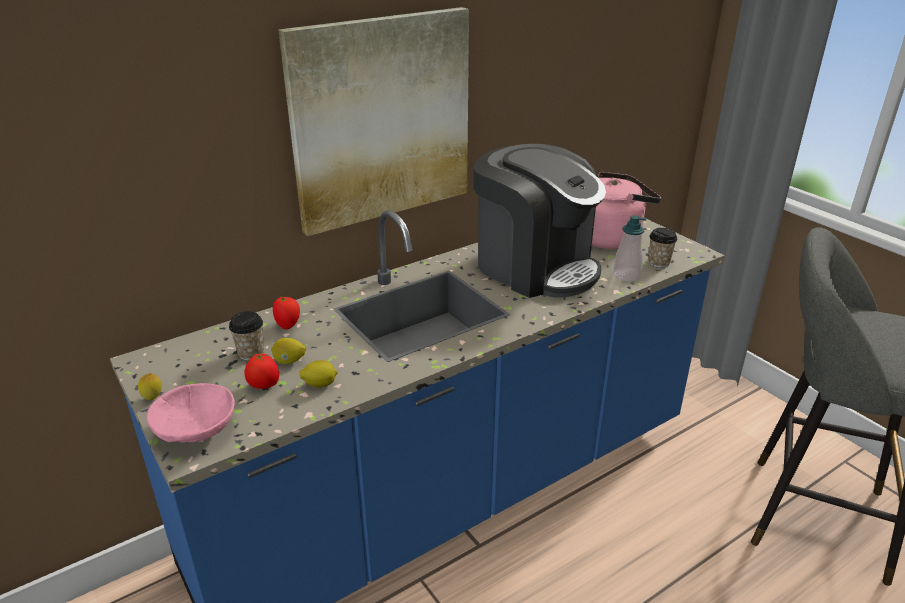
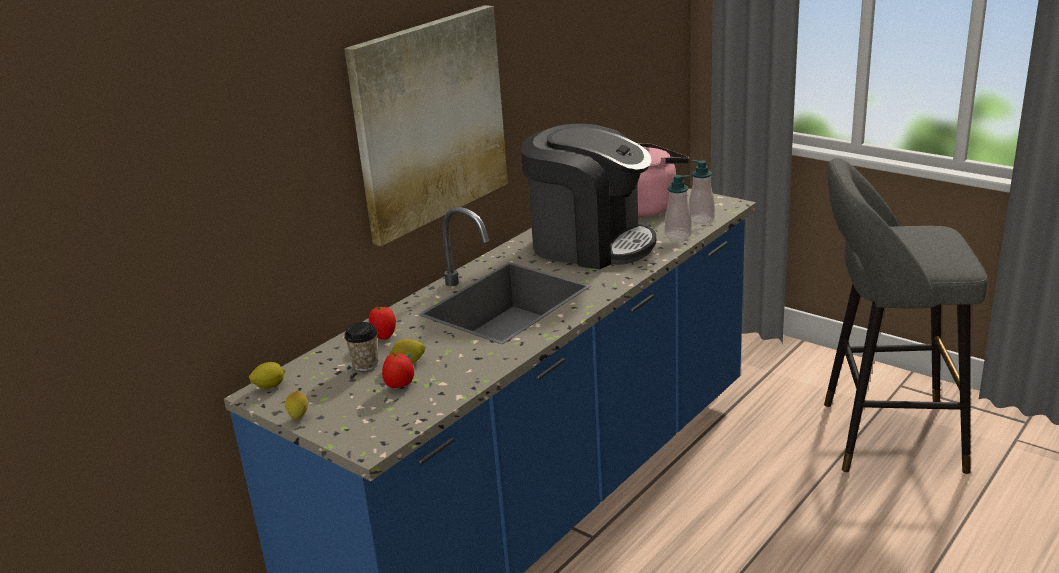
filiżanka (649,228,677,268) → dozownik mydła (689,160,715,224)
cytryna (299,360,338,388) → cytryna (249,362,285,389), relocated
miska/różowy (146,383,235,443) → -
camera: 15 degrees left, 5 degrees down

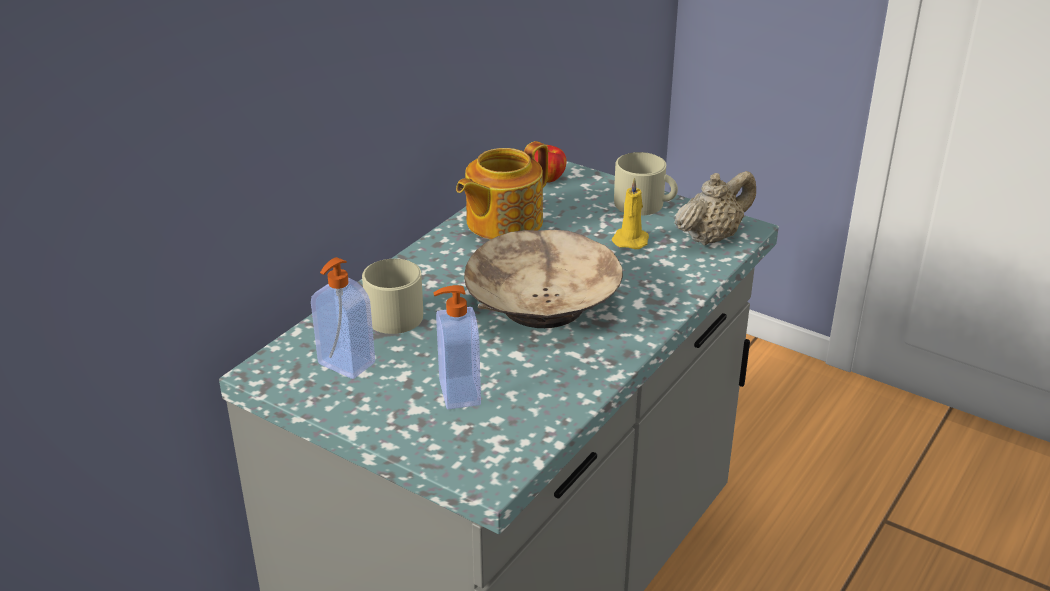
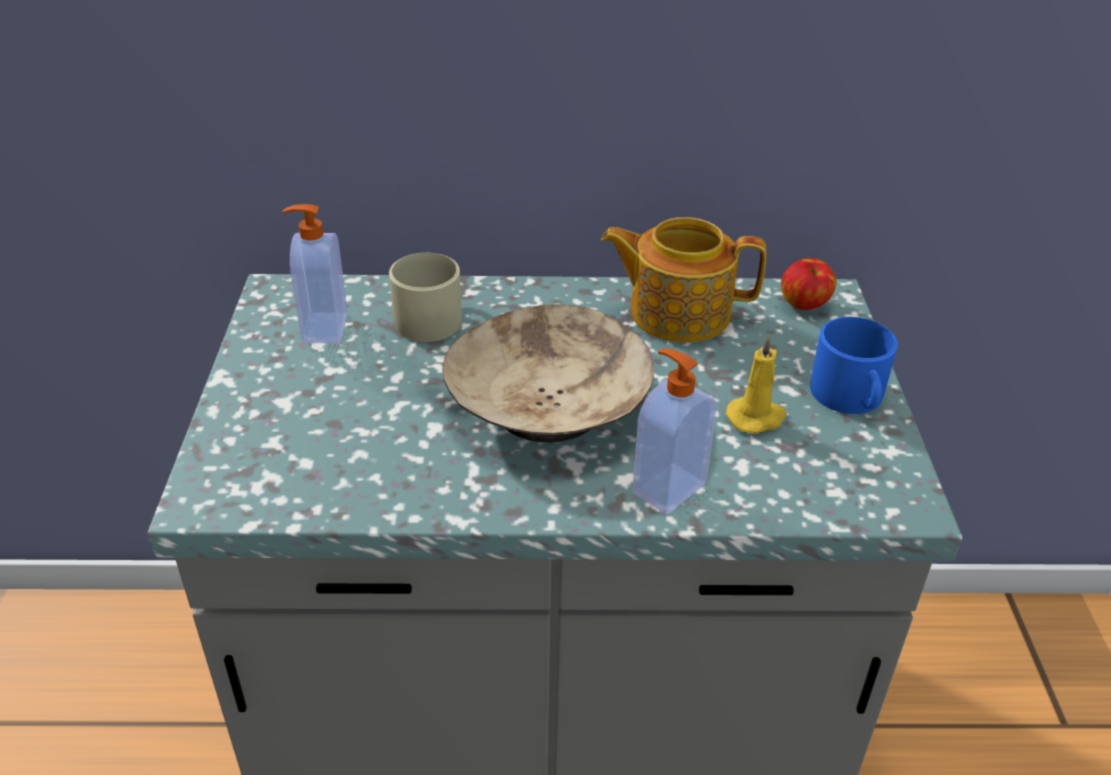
kubek/beżowy (614,152,678,216) → kubek/niebieski (810,317,898,414)
imbryk/beżowy (675,171,756,245) → -
dozownik mydła (434,285,481,409) → dozownik mydła (632,349,717,515), relocated
camera: 55 degrees right, 5 degrees up

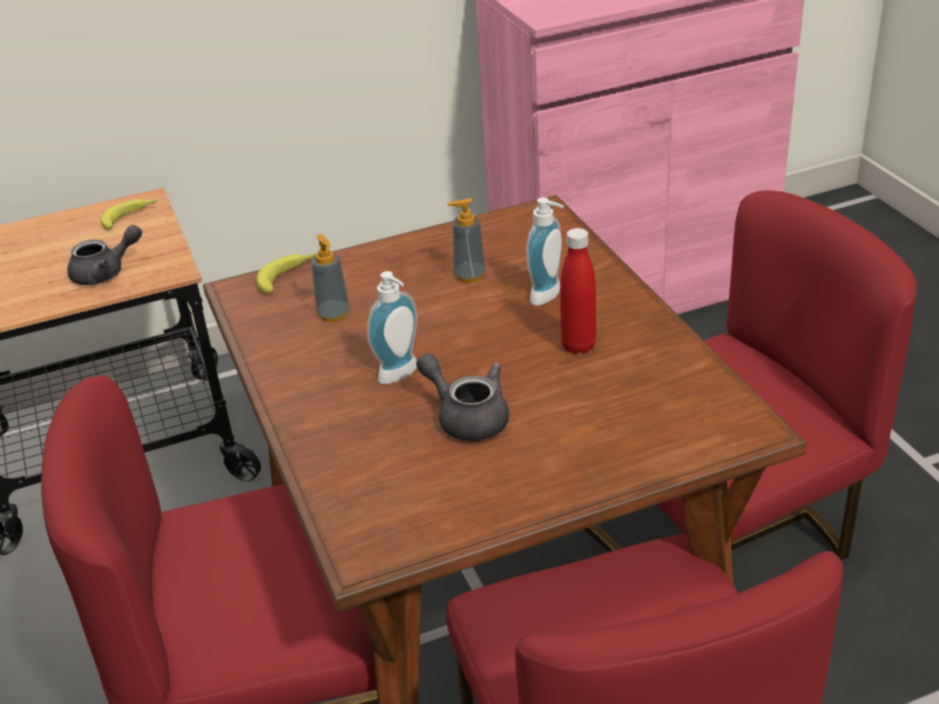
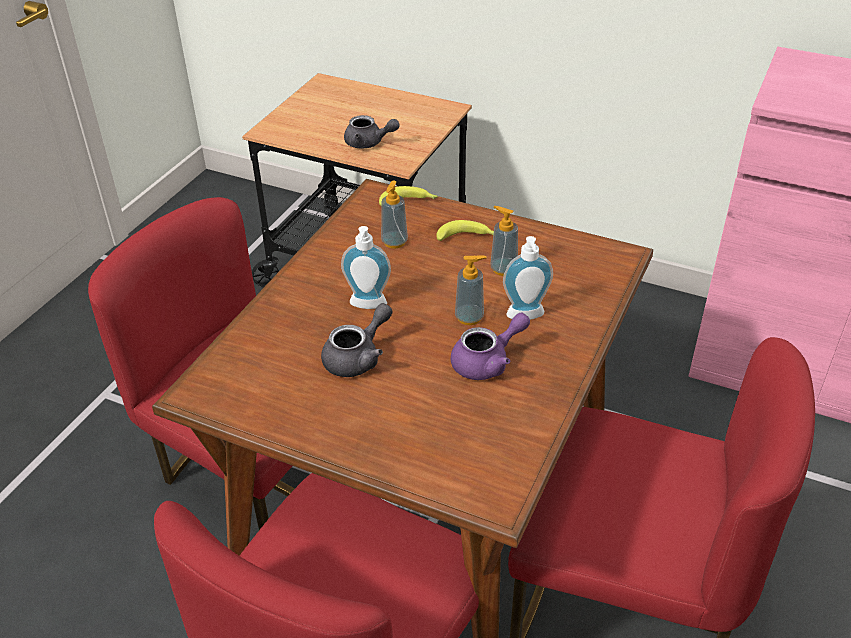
banan (101,199,157,230) → banan (436,220,494,241), relocated
butelka/czerwony (560,228,596,354) → imbryk/fioletowy (451,313,530,380)
imbryk/szary (416,353,509,441) → imbryk/szary (321,303,392,377), 45 degrees clockwise
- → dozownik mydła (455,255,487,325)
camera: 45 degrees right, 5 degrees up

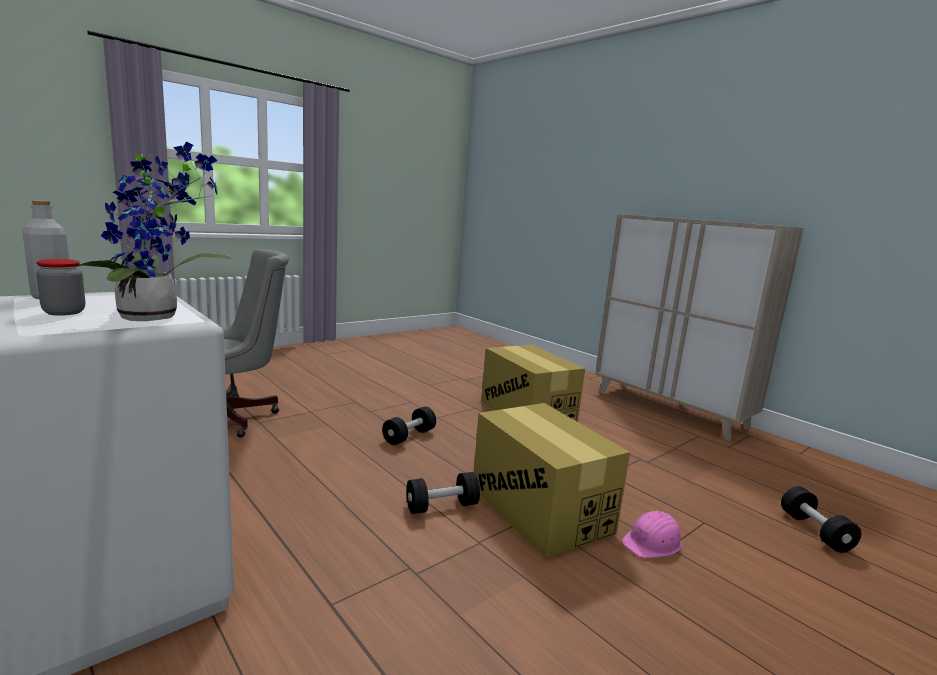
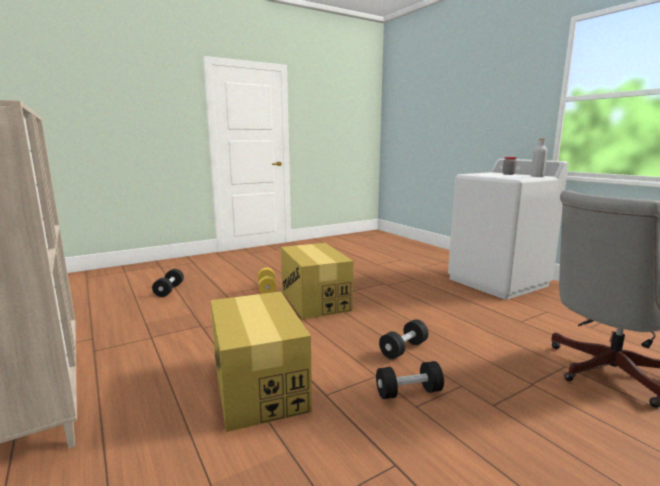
roślina doniczkowa (76,142,232,321) → -
hantel/czarny (406,472,480,514) → hantel/czarny (376,361,444,399), relocated
kask/różowy (622,511,682,558) → hantel/żółty (258,268,277,294)
camera: 170 degrees left, 0 degrees up

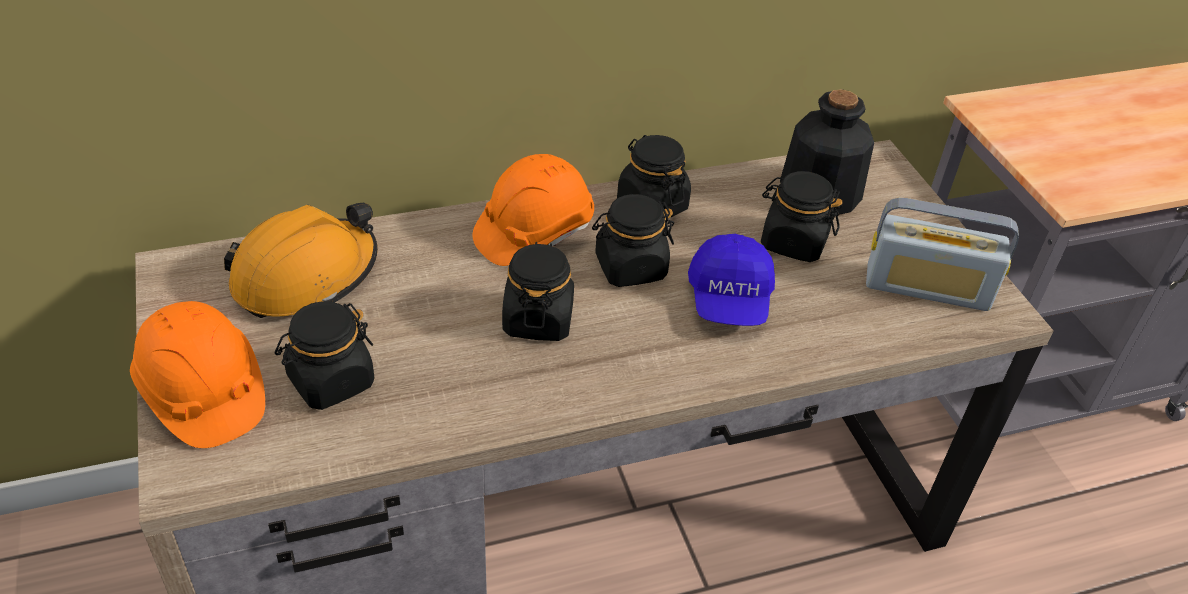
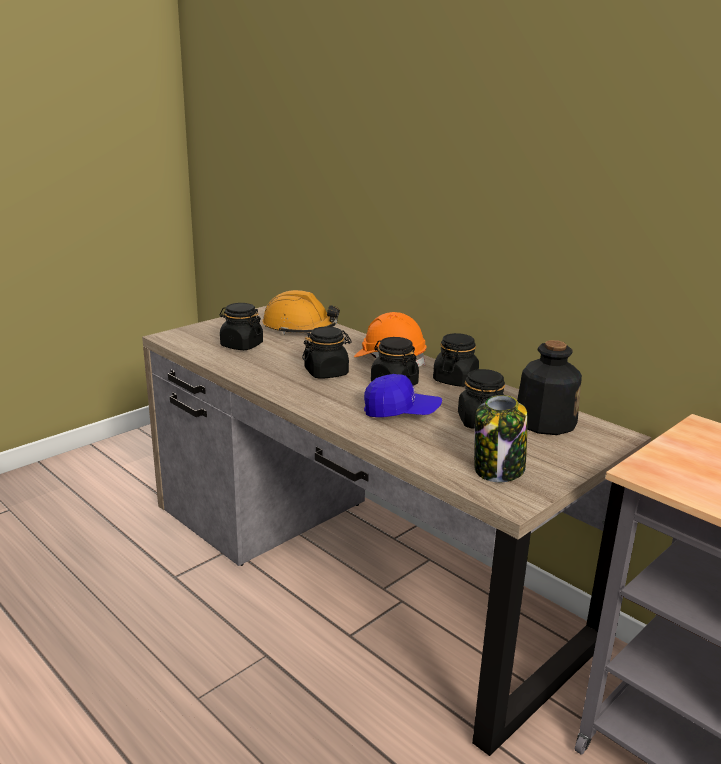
radio (866,198,1019,311) → słoik (474,395,528,482)
czapka z daszkiem/niebieski (688,234,775,326) → czapka z daszkiem/niebieski (364,374,442,417), 150 degrees counterclockwise
kask/pomarańczowy (130,301,265,448) → -
camera: 65 degrees right, 20 degrees down

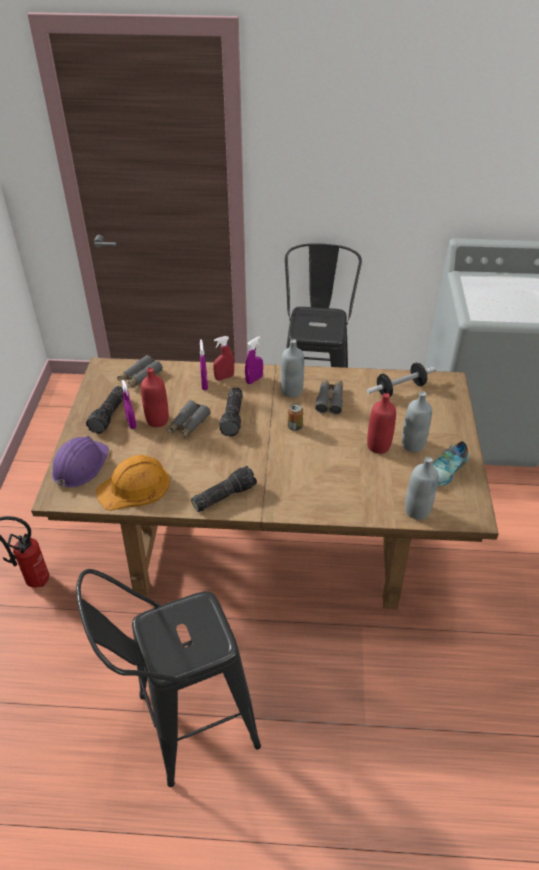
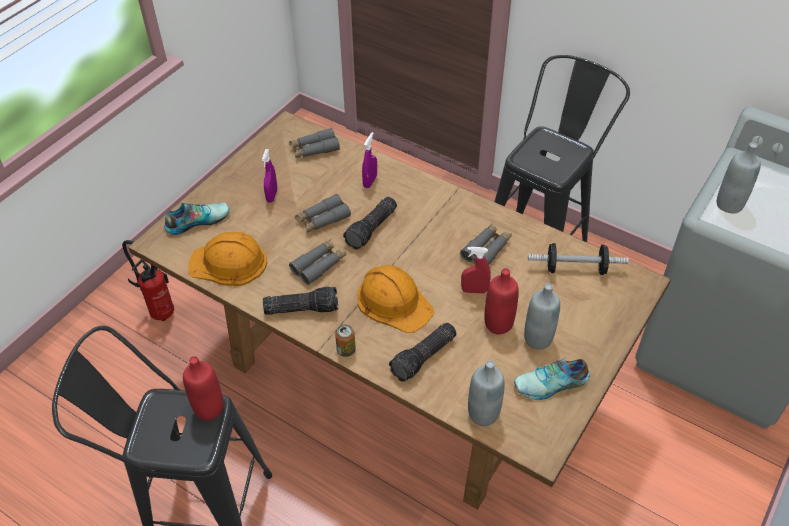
spryskiwacz/czerwony (213,336,234,380) → spryskiwacz/czerwony (461,247,491,293), relocated
spryskiwacz/fioletowy (245,336,263,384) → -
butelka/szary (281,339,304,398) → butelka/szary (717,142,761,213), relocated
butelka/czerwony (141,368,169,427) → butelka/czerwony (183,356,224,421), relocated
latarka (86,386,123,434) → latarka (389,322,457,382), relocated
puszka (288,403,303,431) → puszka (335,324,356,357), relocated
kask/fioletowy (52,436,109,489) → but (164,202,230,235)
- → lornetka/szary (289,239,346,285)
- → kask/pomarańczowy (357,265,434,333)
camera: 30 degrees right, 5 degrees up

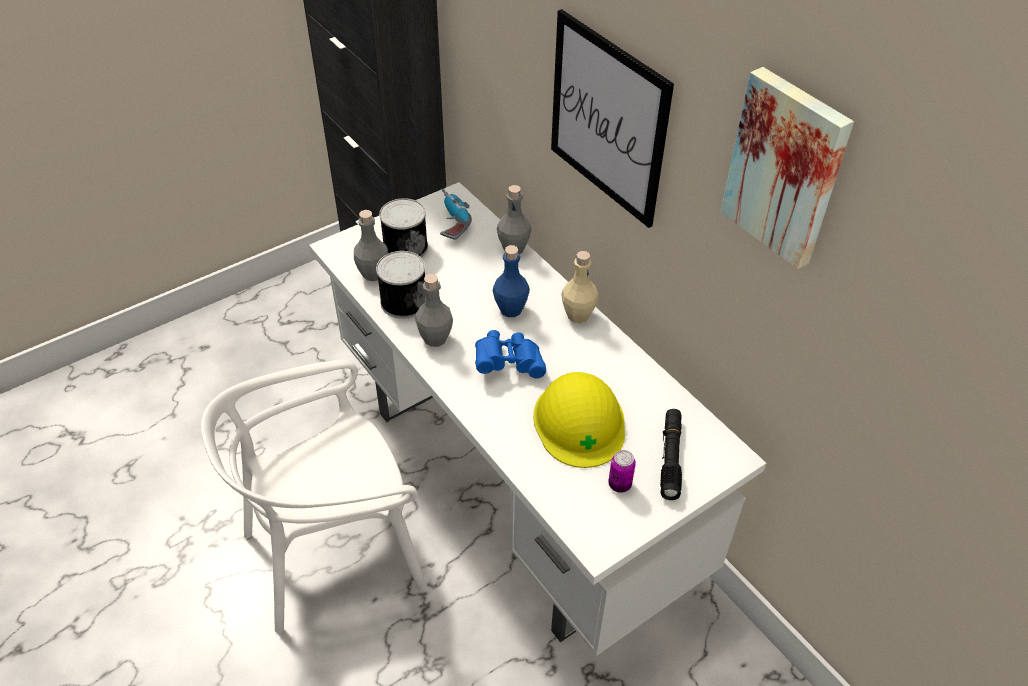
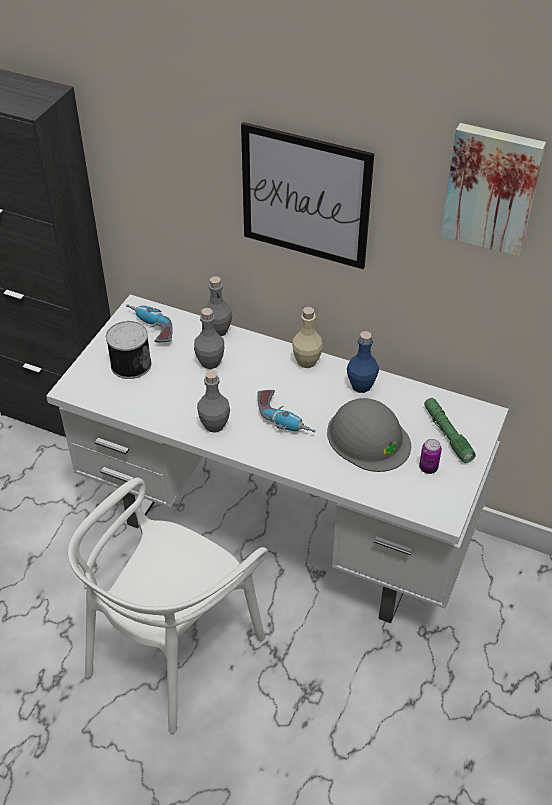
butelka/szary (354,210,388,281) → butelka/szary (194,308,224,369), relocated
butelka/niebieski (493,245,530,317) → butelka/niebieski (347,331,379,393), relocated
puszka (376,251,425,319) → -
lornetka/niebieski (475,330,546,378) → wiertarka (257,390,316,433)
kask/żółty (533,372,625,468) → kask/szary (327,398,411,472)
latarka/czarny (660,409,682,500) → latarka/zielony (424,398,476,463)
camera: 30 degrees left, 0 degrees up

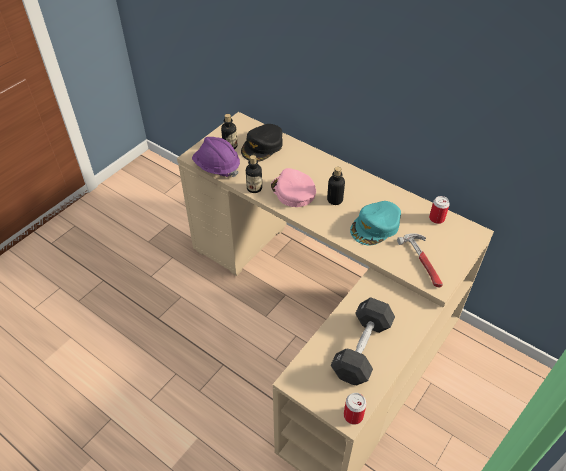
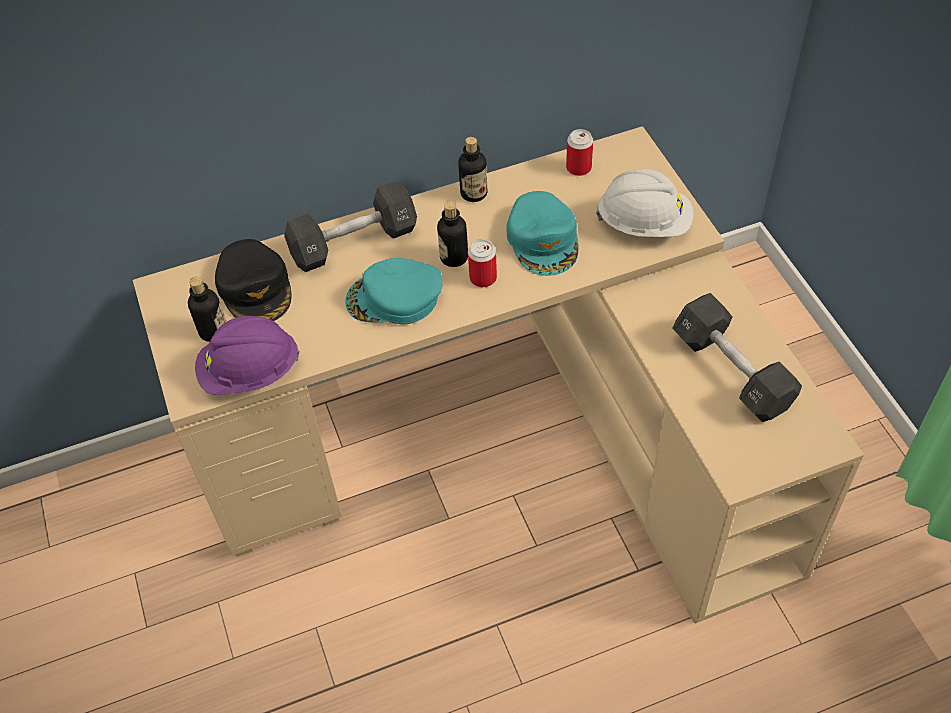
butelka (246,155,262,193) → butelka (458,137,487,202), relocated
czapka z daszkiem/różowy (271,168,316,207) → czapka z daszkiem/turkusowy (345,258,442,325)
młotek (397,233,443,288) → kask/biały (596,169,693,237)
puszka (344,393,367,425) → puszka (468,239,497,287), relocated
- → hantel/czarny (284,181,417,272)
camera: 55 degrees left, 5 degrees up

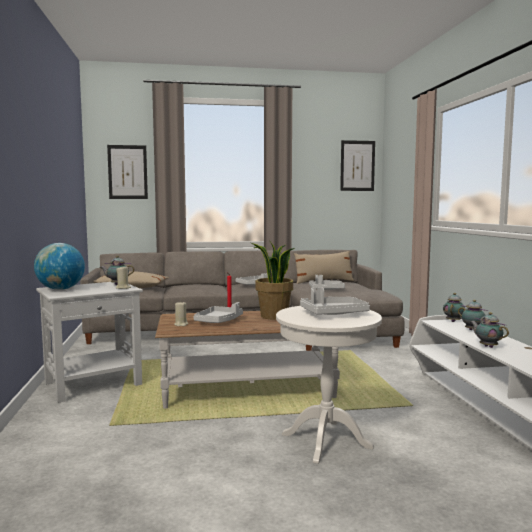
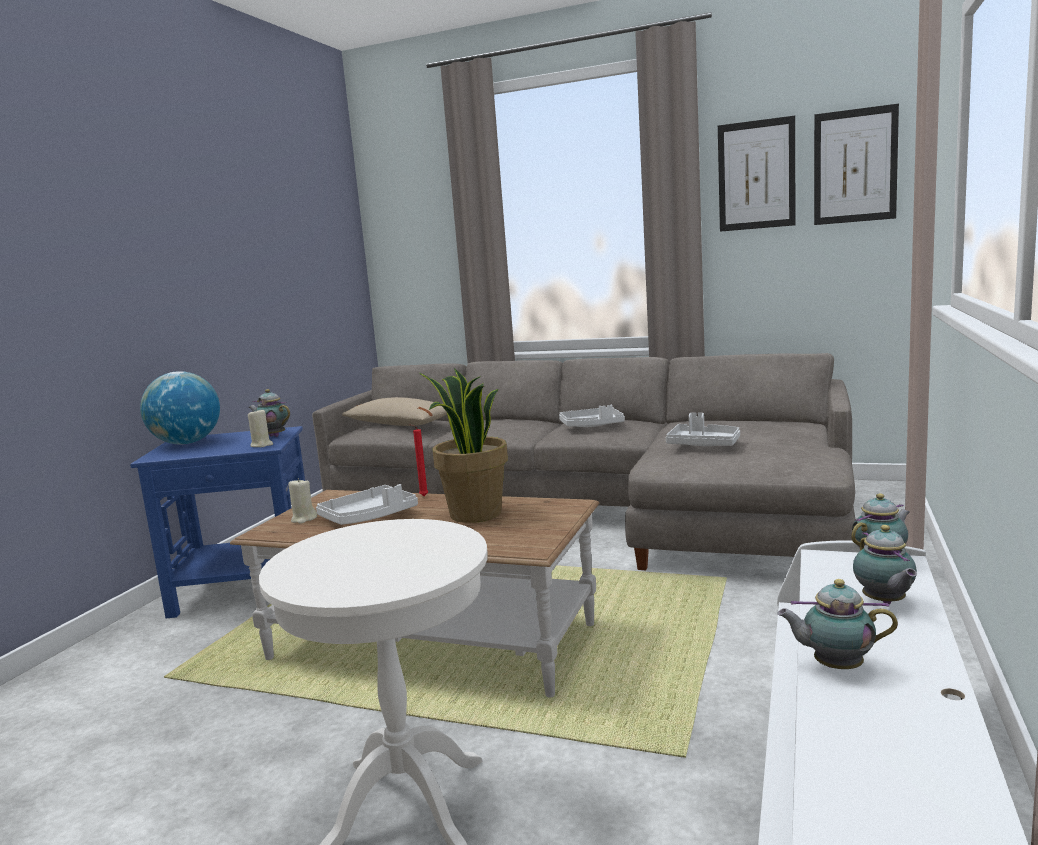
obraz (107,145,148,199) → obraz (718,116,795,232), relocated
poduszka/beżowy (294,251,354,284) → -
stolik/biały (36,282,143,403) → stolik/niebieski (130,426,305,619)
taca/szary (300,287,370,315) → -
imbryk (471,312,509,348) → imbryk (777,579,898,669), 75 degrees counterclockwise
camera: 30 degrees right, 5 degrees up

